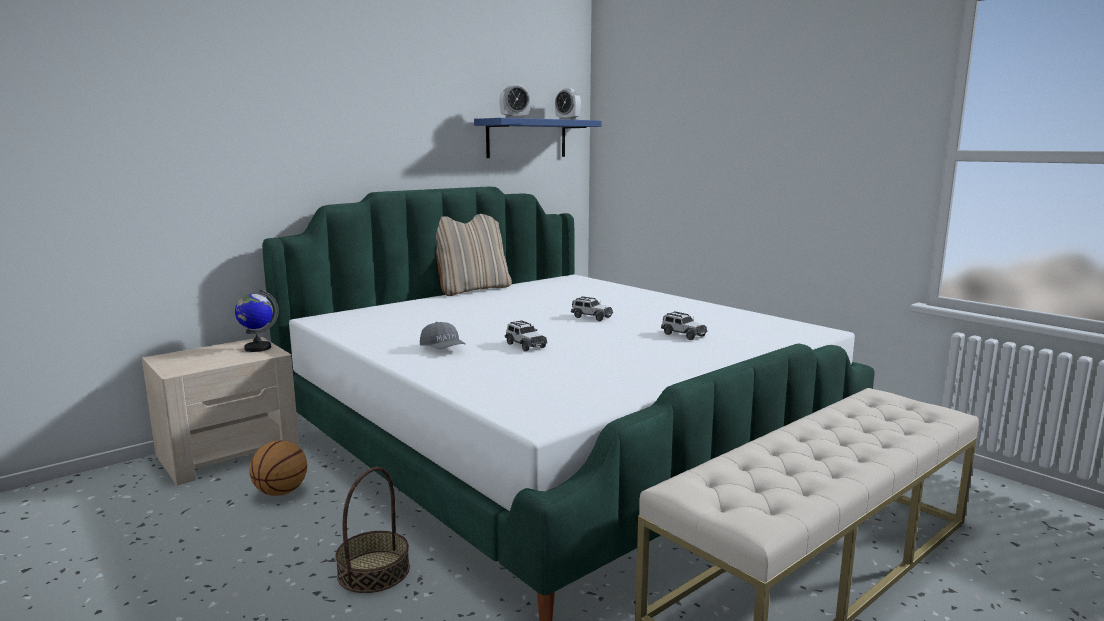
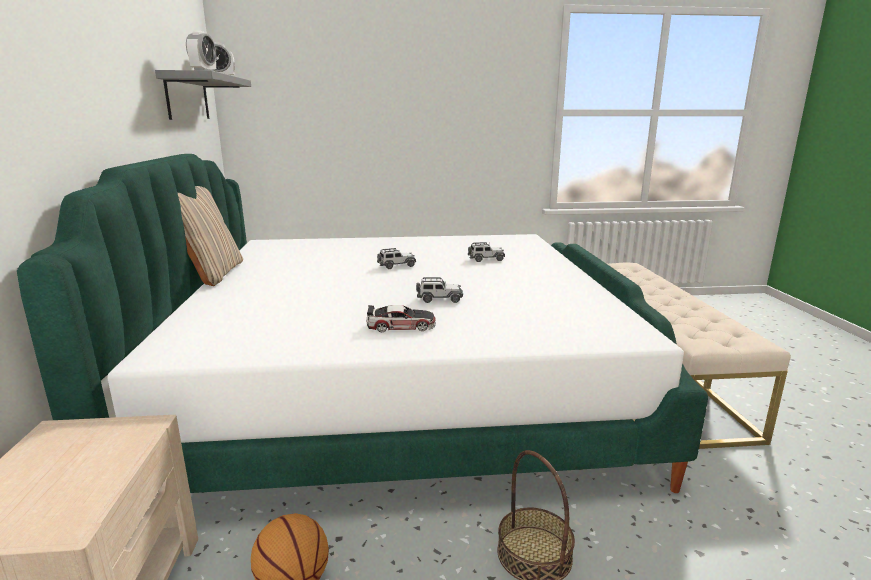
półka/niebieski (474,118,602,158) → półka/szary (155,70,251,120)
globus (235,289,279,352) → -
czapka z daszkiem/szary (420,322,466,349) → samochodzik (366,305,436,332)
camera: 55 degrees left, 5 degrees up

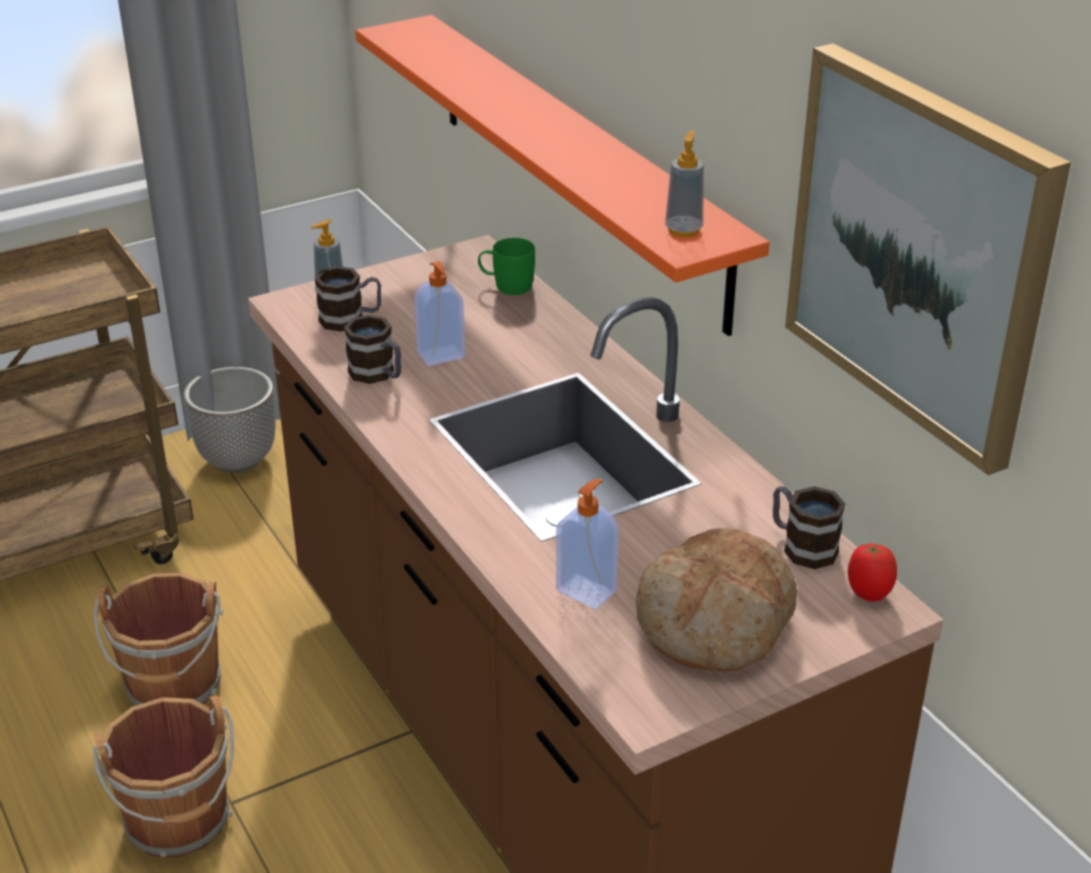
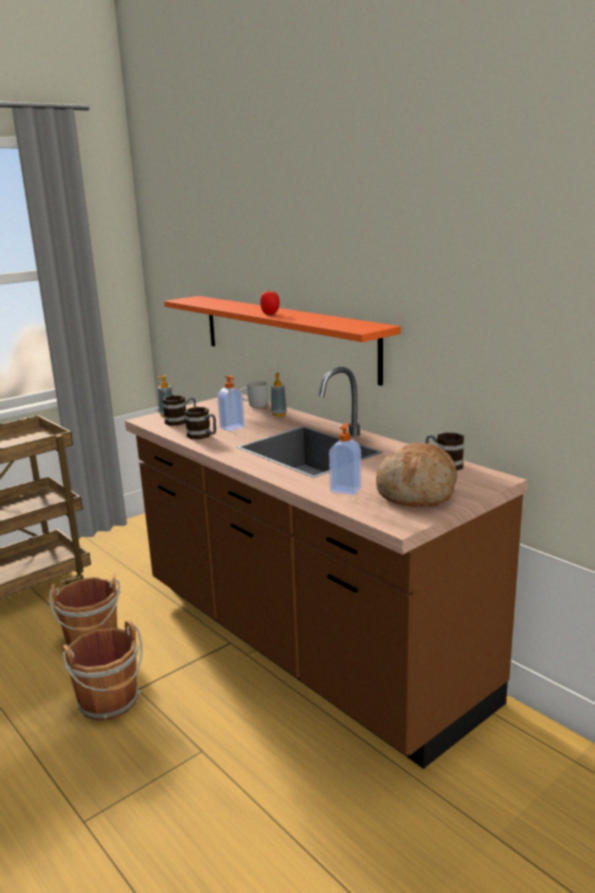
obraz (785,43,1071,476) → -
dozownik mydła (665,130,704,237) → dozownik mydła (271,373,287,416), relocated
kubek/zielony (478,238,535,295) → kubek/biały (240,381,268,408)
donica (184,367,276,473) → -
pomidor (848,543,897,602) → pomidor (260,290,280,315), relocated
camera: 10 degrees left, 15 degrees down

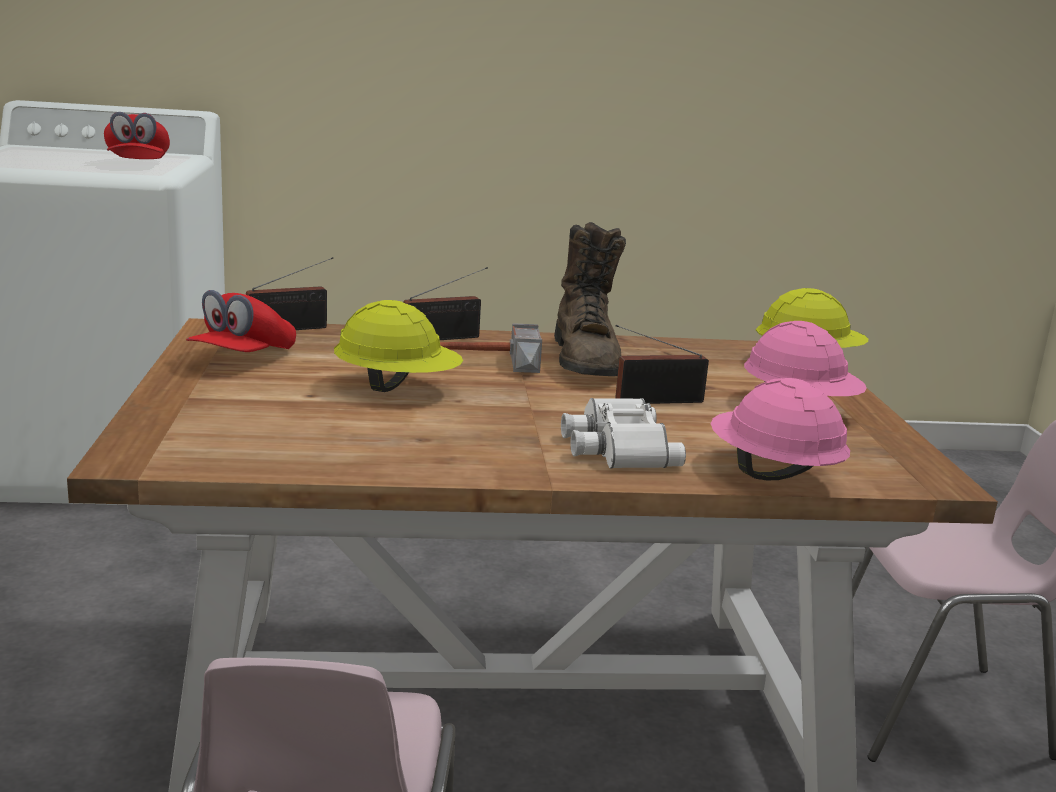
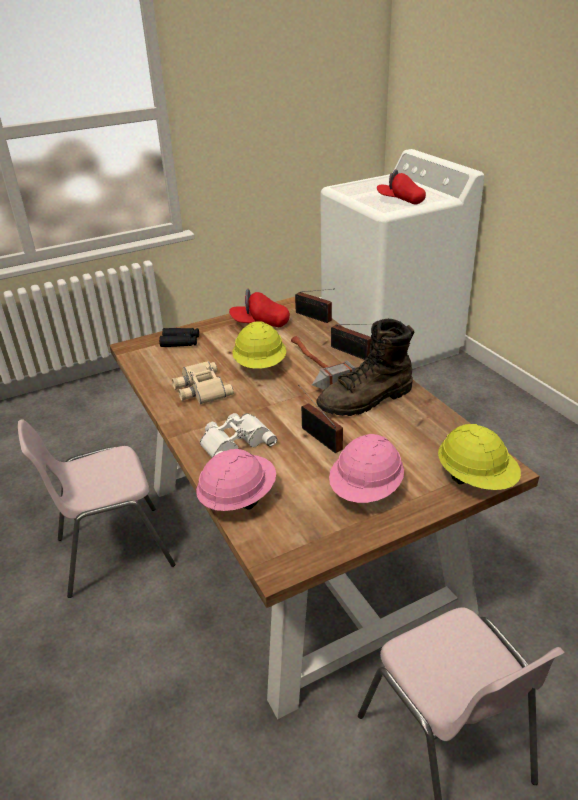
czapka z daszkiem/czerwony (104,112,170,159) → czapka z daszkiem/czerwony (377,169,426,205), 60 degrees clockwise
- → lornetka/czarny (159,328,199,347)
- → lornetka/beżowy (172,361,234,404)
camera: 70 degrees right, 15 degrees up

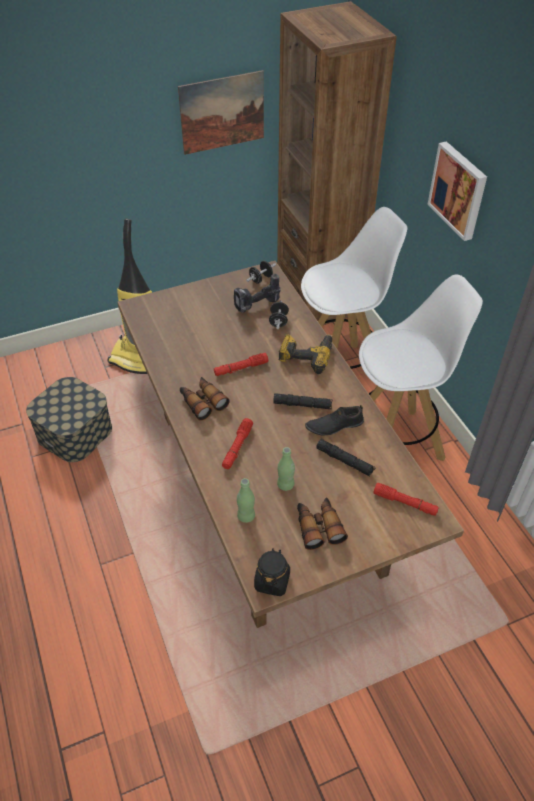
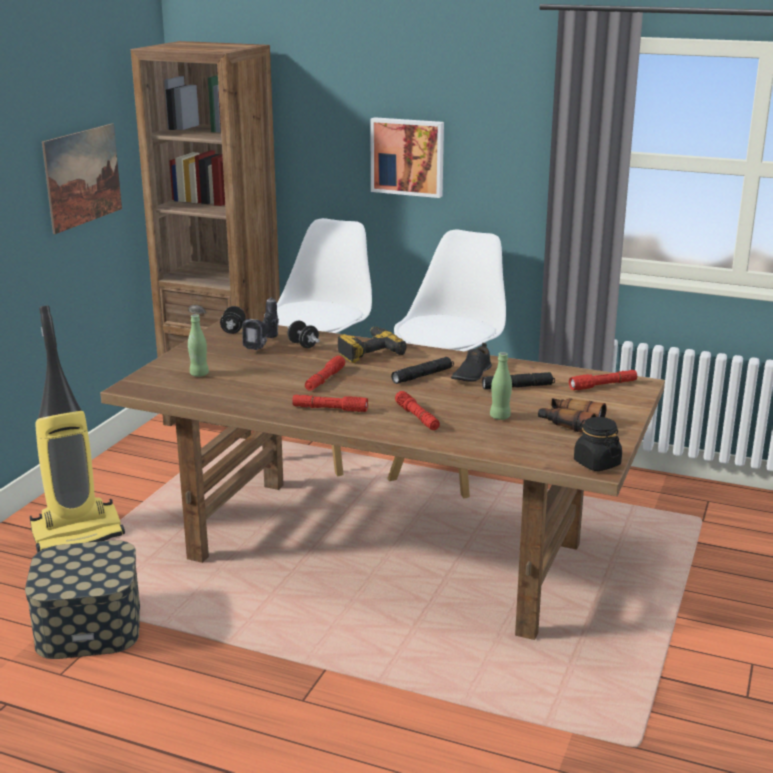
lornetka (180,377,230,421) → latarka/czerwony (292,395,368,412)
butelka/zielony (237,478,255,523) → butelka/zielony (188,314,209,377), relocated
camera: 45 degrees left, 25 degrees down

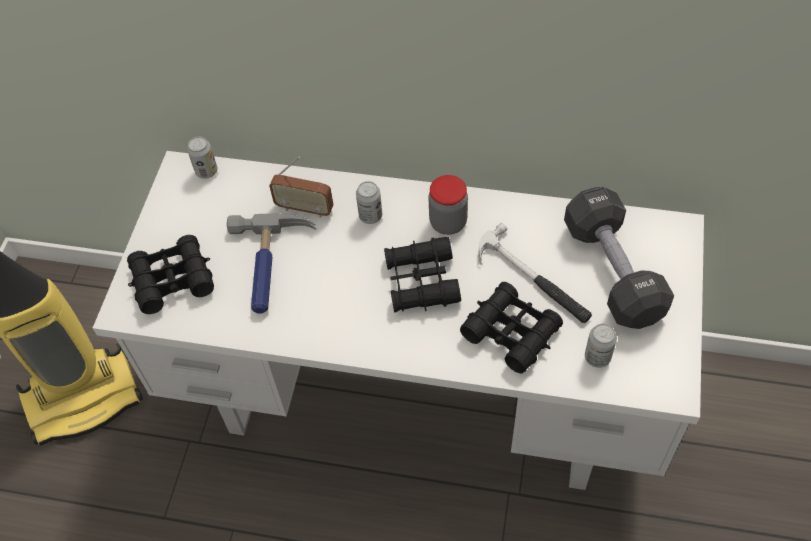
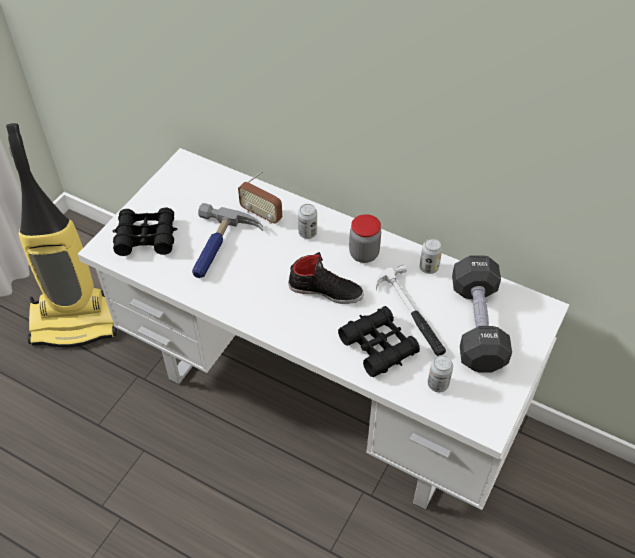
puszka (187,137,218,179) → puszka (420,238,442,274), relocated
lornetka/czarny (384,237,461,313) → but/czarny (288,252,364,304)
camera: 15 degrees right, 5 degrees down

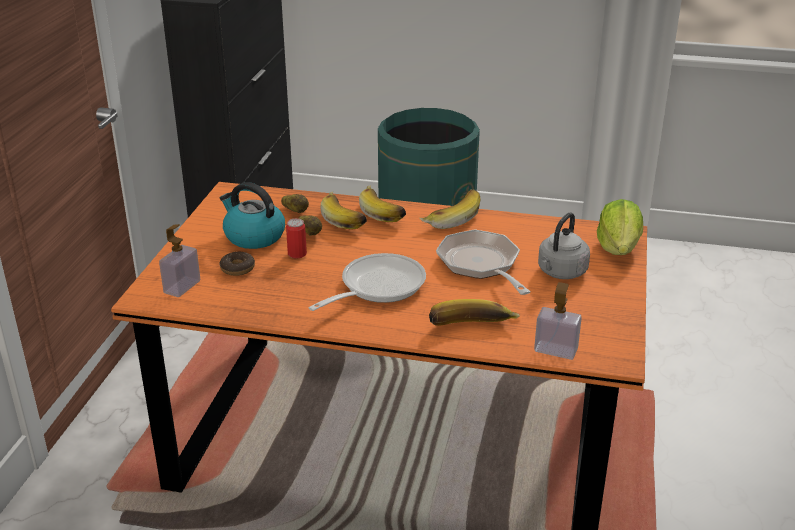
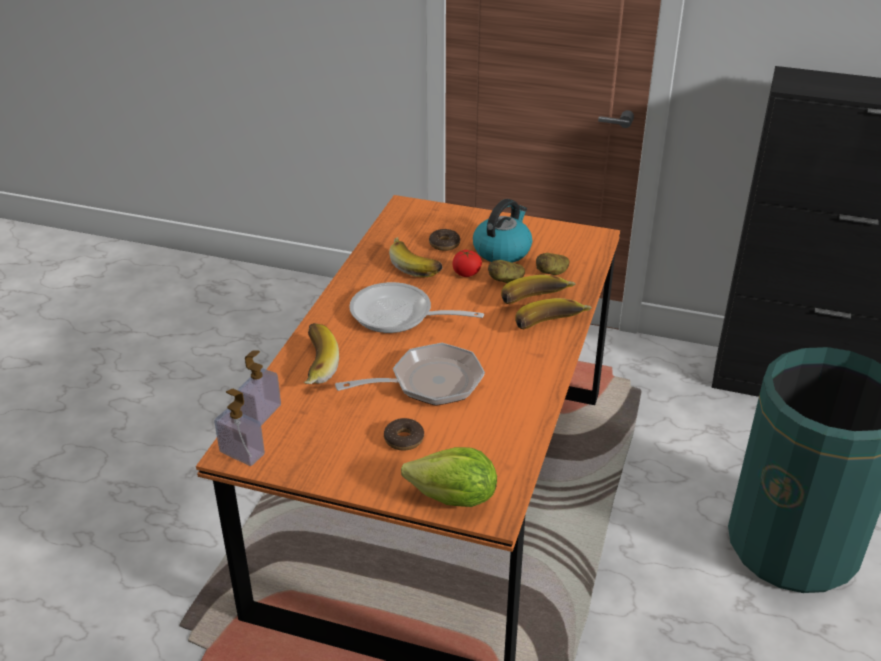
banan (419,189,481,229) → banan (389,237,442,277), relocated
czajnik/szary (538,212,590,279) → donut (384,418,424,450)
puszka (286,218,307,259) → pomidor (453,250,482,277)
dozownik mydła (159,224,200,297) → dozownik mydła (214,389,265,466), relocated
patelnia (308,253,426,311) → patelnia (349,282,484,333), 150 degrees clockwise
camera: 95 degrees right, 5 degrees up

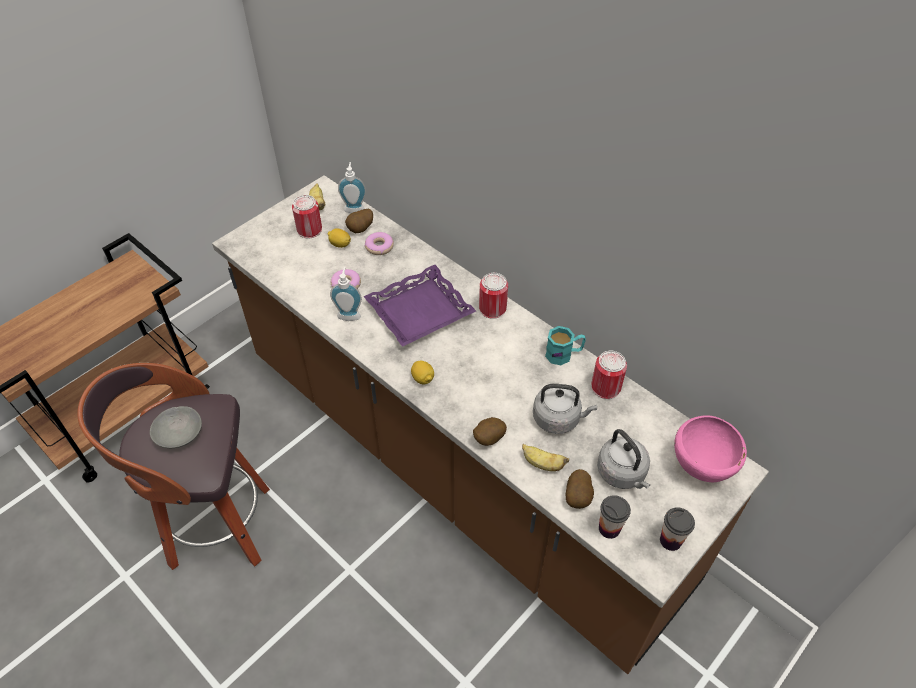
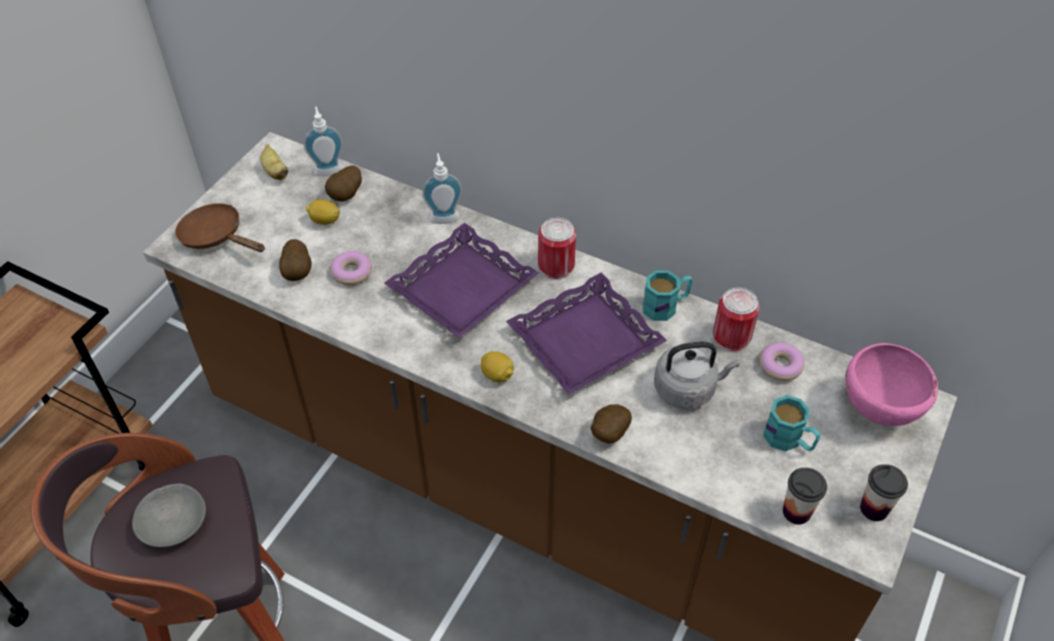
puszka (292,195,322,238) → -
donut (365,232,394,255) → donut (759,342,805,381), relocated
dozownik mydła (330,267,362,321) → dozownik mydła (422,153,462,224), relocated
czajnik/szary (597,429,650,489) → kubek/turkusowy (763,395,820,451)
banan (522,444,569,471) → -
ziemniak (566,469,594,509) → ziemniak (279,239,312,281), relocated
- → patelnia/brązowy (175,203,265,252)
- → taca/fioletowy (506,272,667,395)
camera: 15 degrees left, 0 degrees up

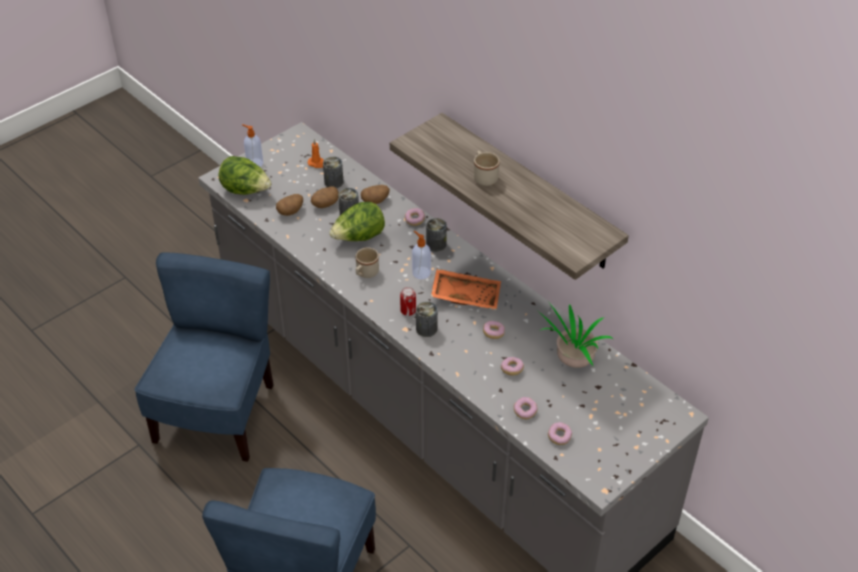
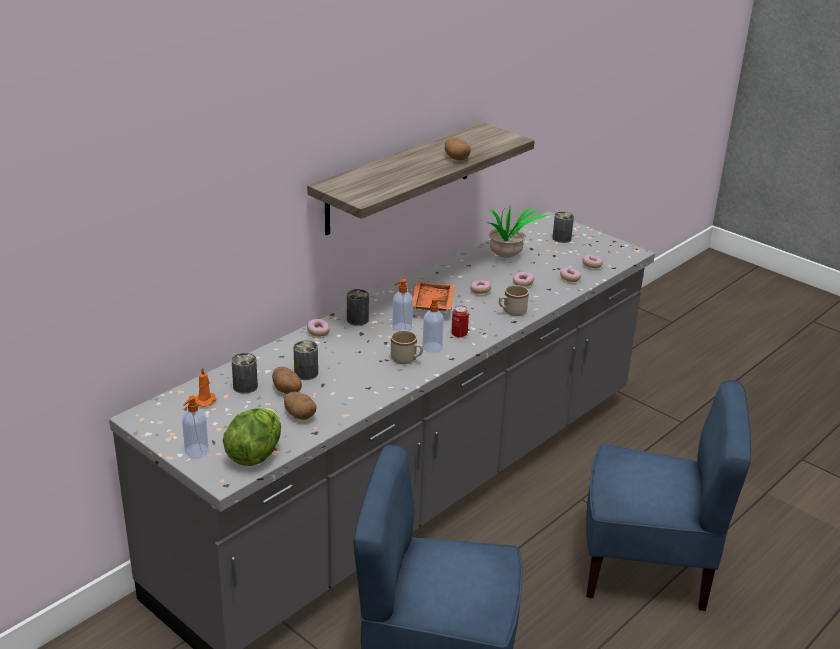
kubek/beżowy (474,151,500,186) → kubek/beżowy (499,285,529,316), relocated
ziemniak (361,185,390,204) → ziemniak (445,138,471,161), relocated
sałata (329,202,385,241) → -
puszka (416,301,438,337) → puszka (552,212,574,243), relocated
- → dozownik mydła (423,298,446,352)
camera: 95 degrees left, 15 degrees down

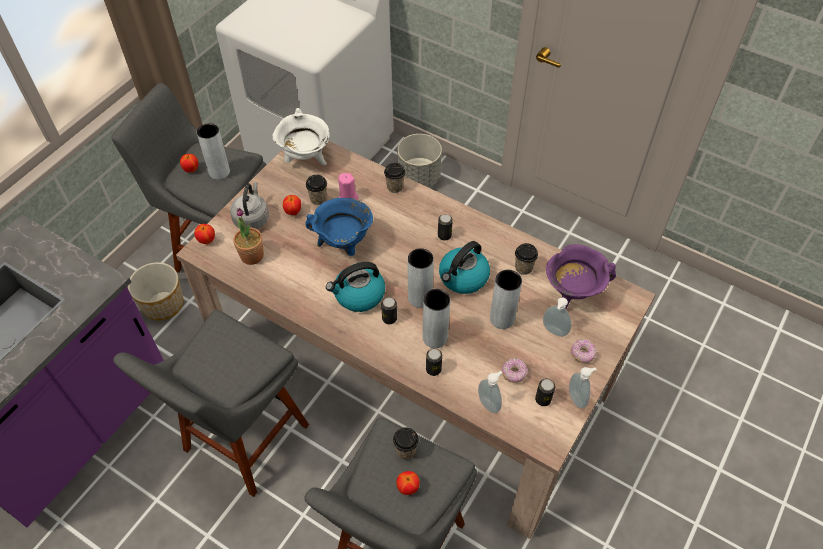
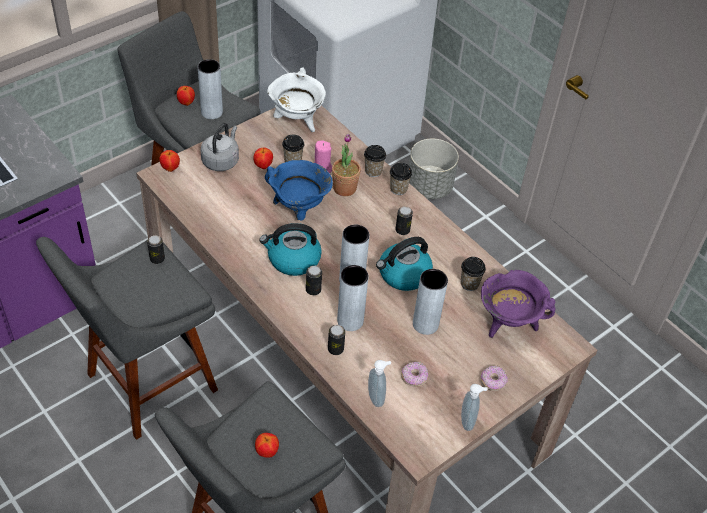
roślina doniczkowa (233,208,264,265) → roślina doniczkowa (332,134,361,196), relocated
donica (128,262,183,321) → -
dozownik mydła (543,297,571,337) → -
puszka (535,379,555,406) → puszka (147,235,165,264), relocated
filiżanka (393,427,419,460) → filiżanka (390,163,412,195), relocated
camera: 15 degrees right, 5 degrees down

